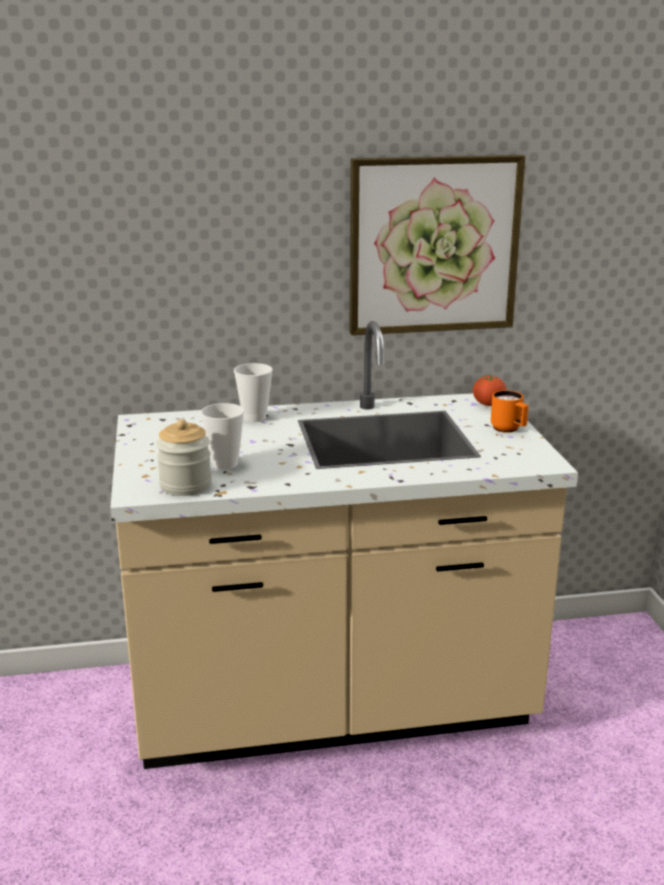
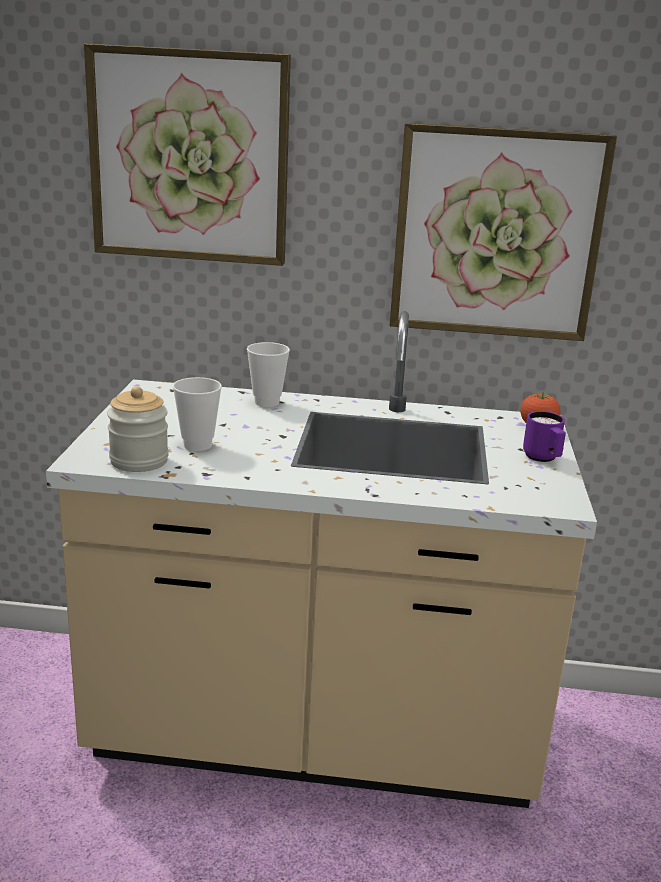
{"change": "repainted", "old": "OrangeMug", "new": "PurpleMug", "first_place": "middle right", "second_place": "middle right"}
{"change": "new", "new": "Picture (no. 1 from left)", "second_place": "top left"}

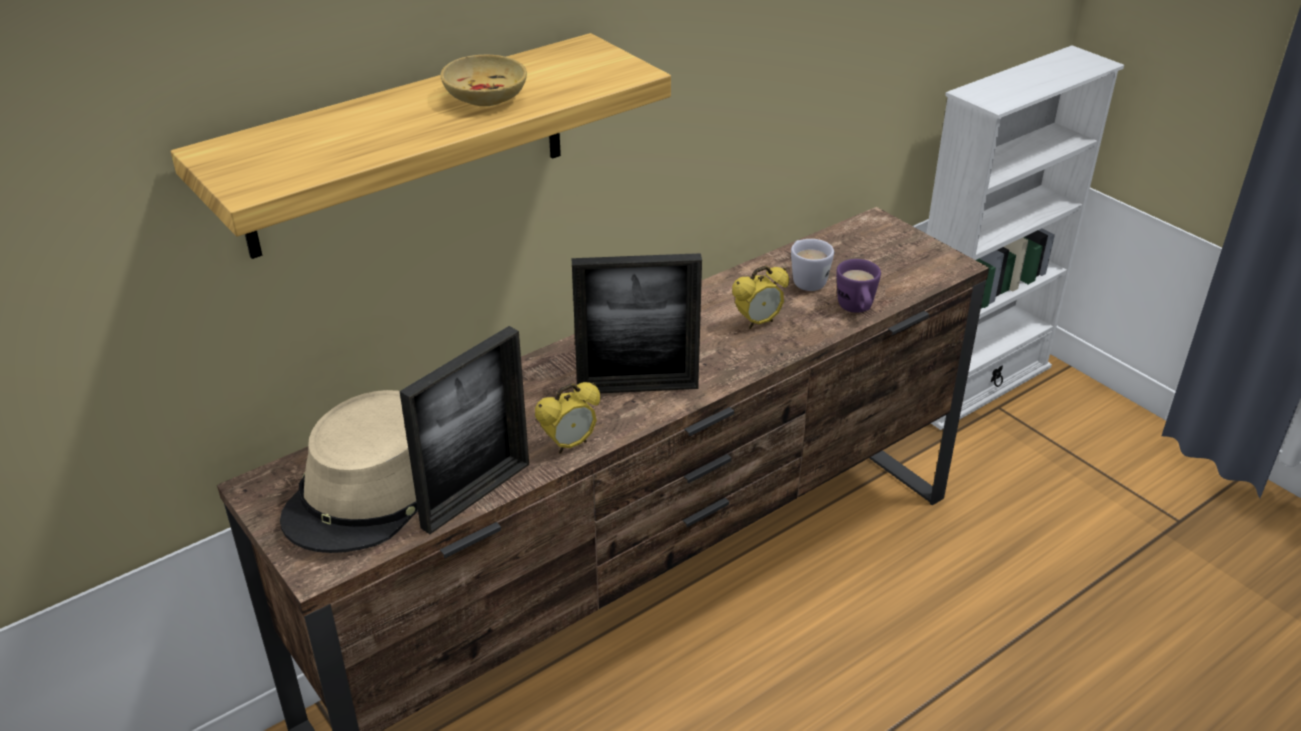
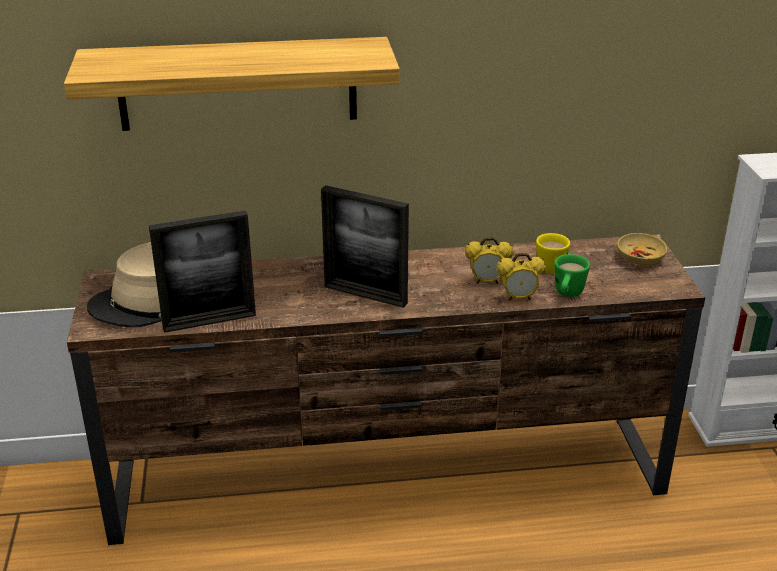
{"change": "shifted", "old": "BeigeBowl", "first_place": "top centre", "second_place": "middle right"}
{"change": "shifted", "old": "AlarmClock (no. 1 from left in the first image)", "new": "AlarmClock (no. 2 from left)", "first_place": "centre", "second_place": "middle right"}
{"change": "repainted", "old": "WhiteMug", "new": "YellowMug", "first_place": "centre", "second_place": "middle right"}
{"change": "repainted", "old": "PurpleMug", "new": "GreenMug", "first_place": "centre", "second_place": "middle right"}

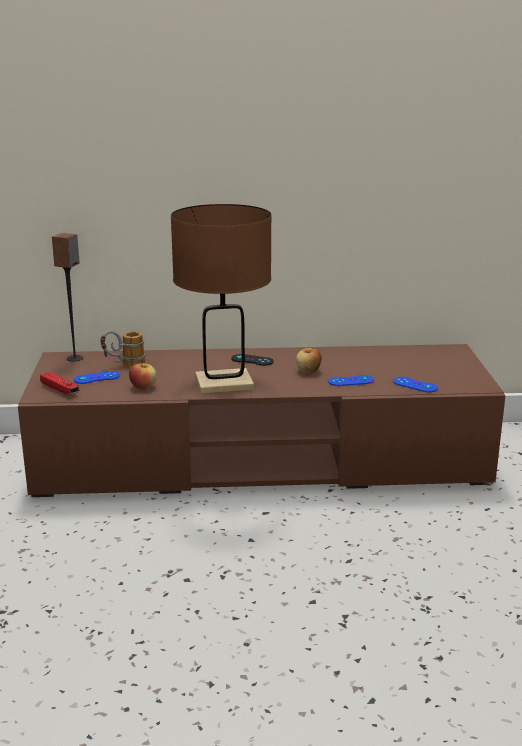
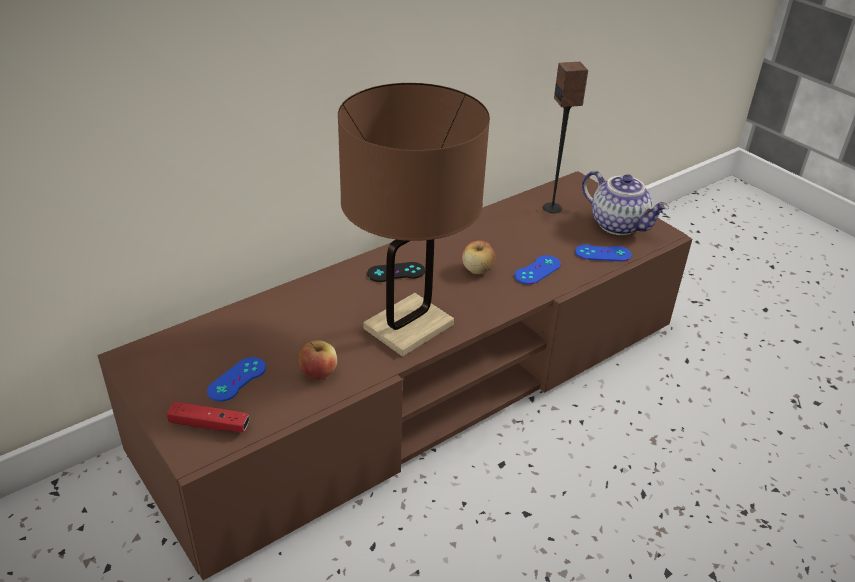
{"change": "shifted", "old": "Speaker", "first_place": "middle left", "second_place": "top centre"}
{"change": "gone", "old": "Mug", "first_place": "middle left"}
{"change": "new", "new": "Teapot", "second_place": "middle right"}

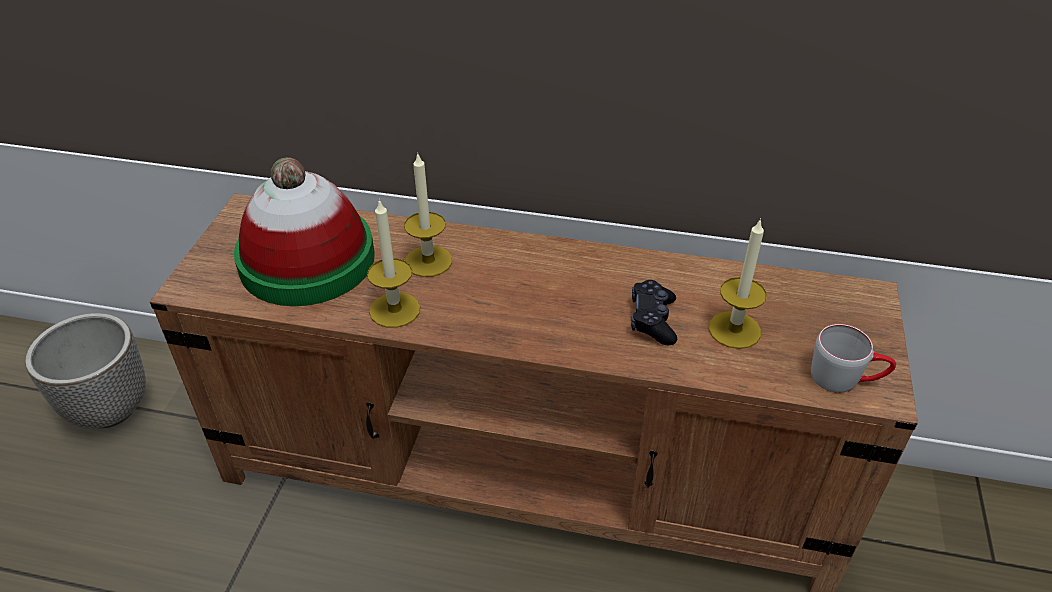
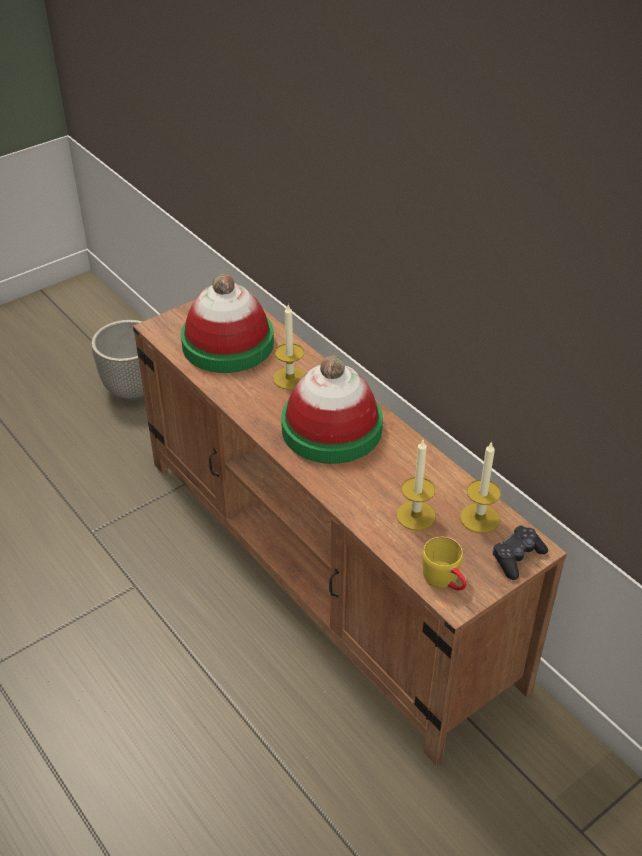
{"change": "shifted", "old": "Candle (no. 1 from left in the first image)", "new": "Candle (no. 3 from left)", "first_place": "centre", "second_place": "middle right"}
{"change": "shifted", "old": "BlackGameController", "first_place": "centre", "second_place": "middle right"}
{"change": "repainted", "old": "GreyMug", "new": "YellowMug", "first_place": "middle right", "second_place": "middle right"}
{"change": "new", "new": "Hat (no. 2 from left)", "second_place": "centre"}

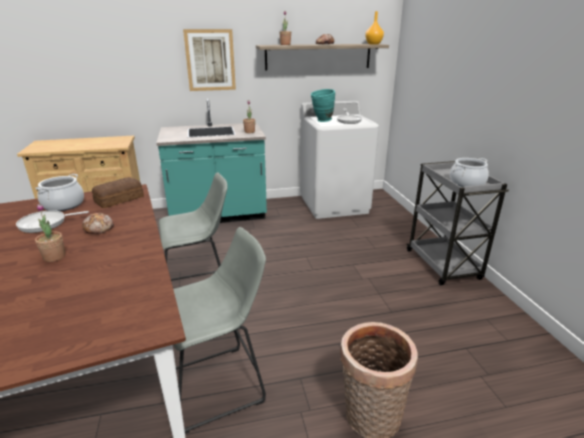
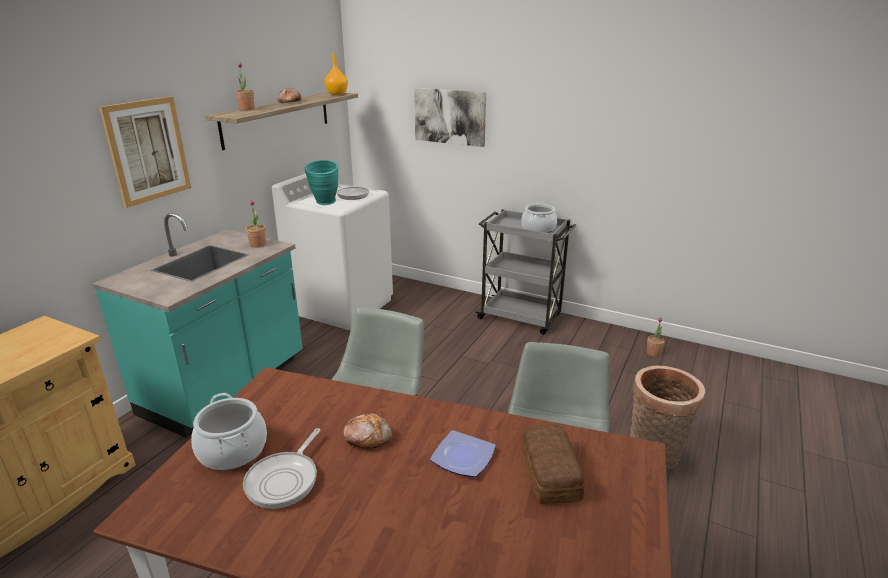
{"change": "shifted", "old": "PottedPlant (no. 1 from left in the first image)", "new": "PottedPlant (no. 3 from left)", "first_place": "middle left", "second_place": "middle right"}
{"change": "shifted", "old": "Bread (no. 2 from left in the first image)", "new": "Bread (no. 3 from left)", "first_place": "middle left", "second_place": "bottom centre"}
{"change": "new", "new": "Picture (no. 2 from left)", "second_place": "top centre"}
{"change": "new", "new": "Plate", "second_place": "bottom centre"}

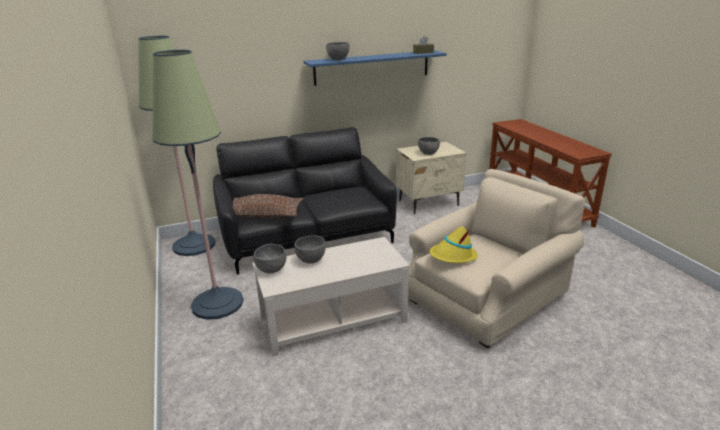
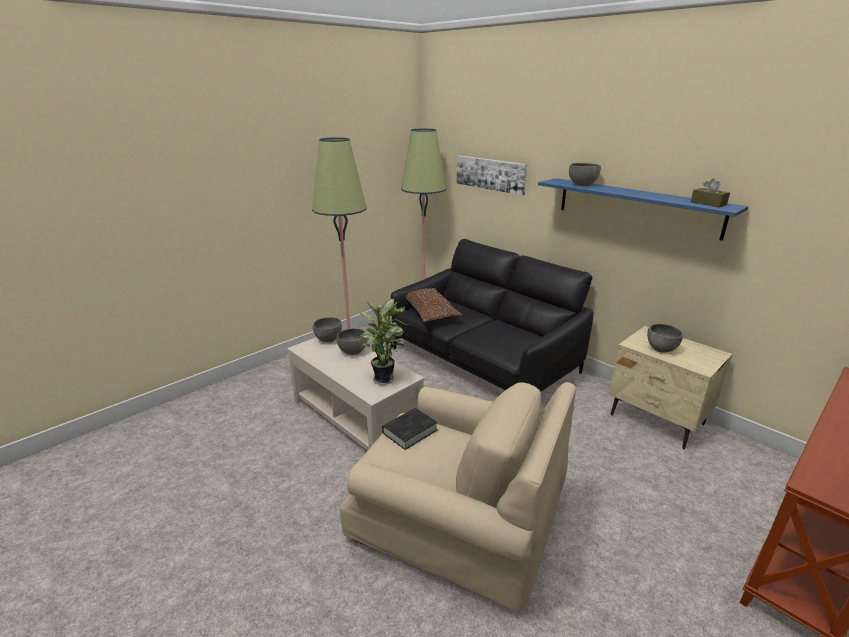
{"change": "swapped", "old": "YellowHat", "new": "BlackBook", "first_place": "centre", "second_place": "bottom centre"}
{"change": "new", "new": "PottedPlant", "second_place": "centre"}
{"change": "new", "new": "Picture", "second_place": "top centre"}

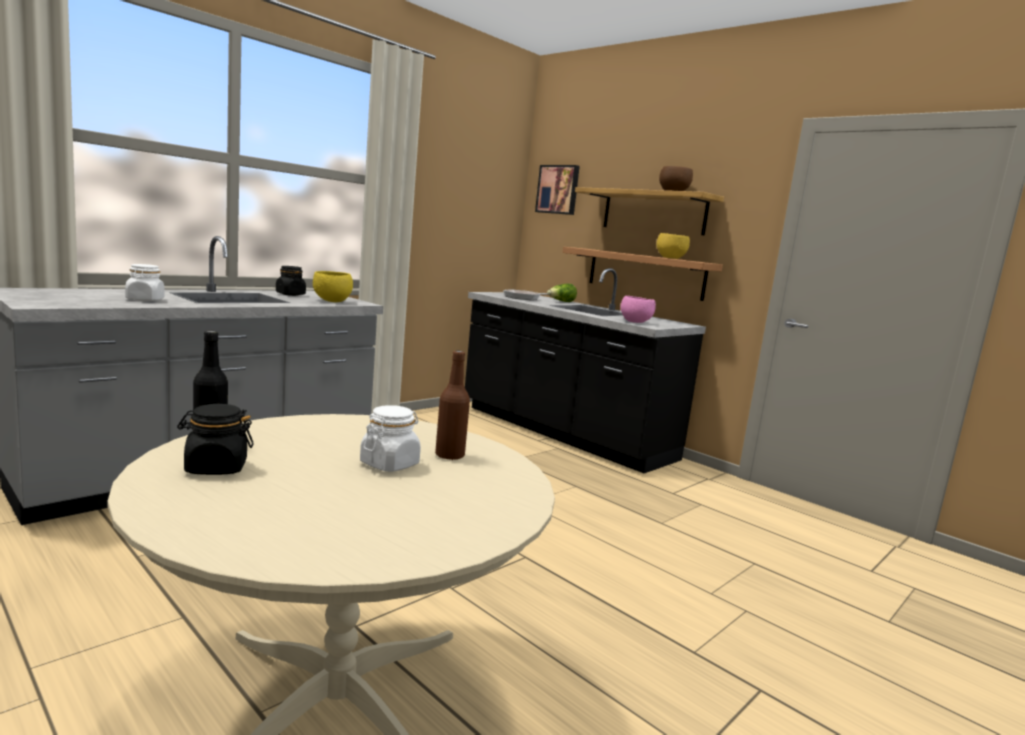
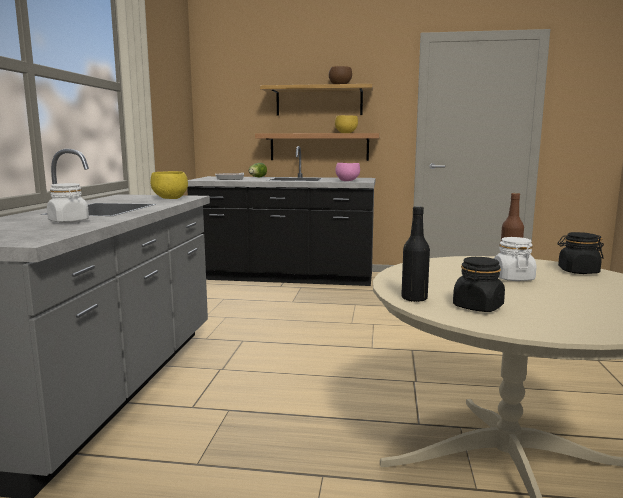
{"change": "shifted", "old": "BlackJar (no. 2 from left)", "first_place": "middle left", "second_place": "middle right"}
{"change": "gone", "old": "Picture", "first_place": "top centre"}

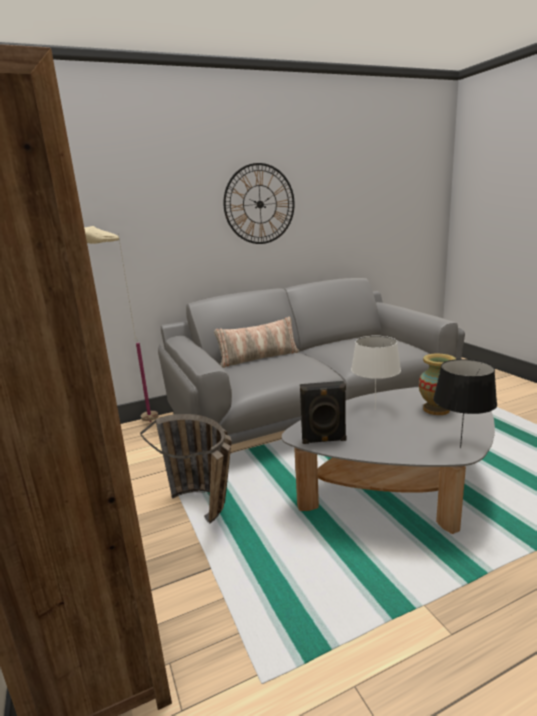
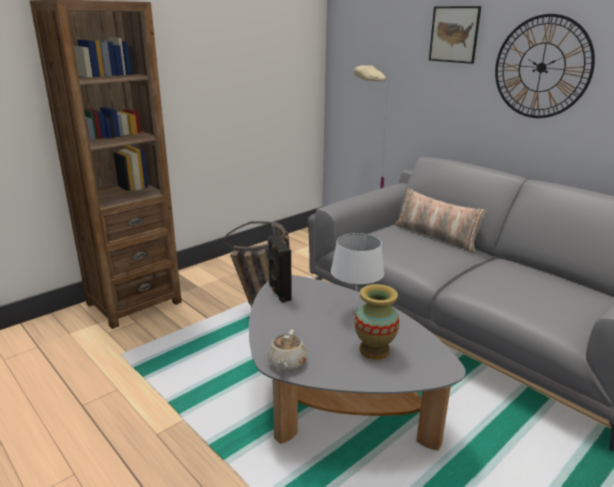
{"change": "swapped", "old": "BlackTableLamp", "new": "BeigeTeapot", "first_place": "middle right", "second_place": "bottom centre"}
{"change": "new", "new": "Picture", "second_place": "top right"}

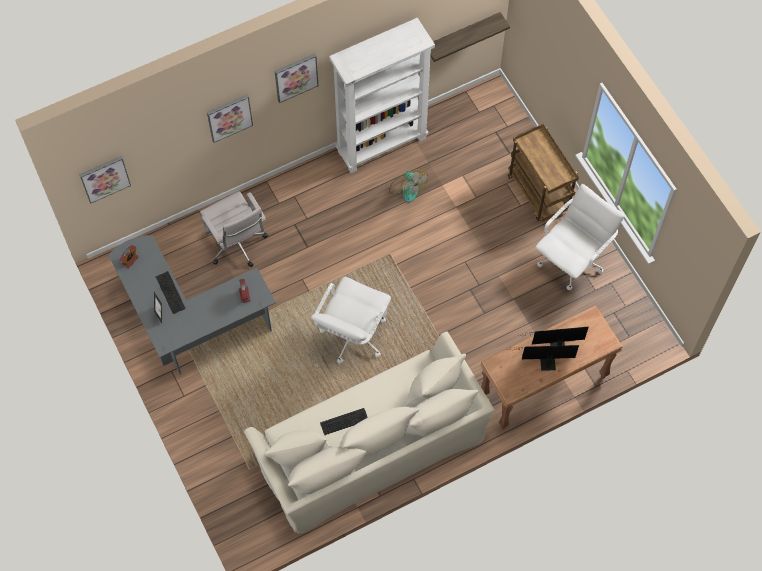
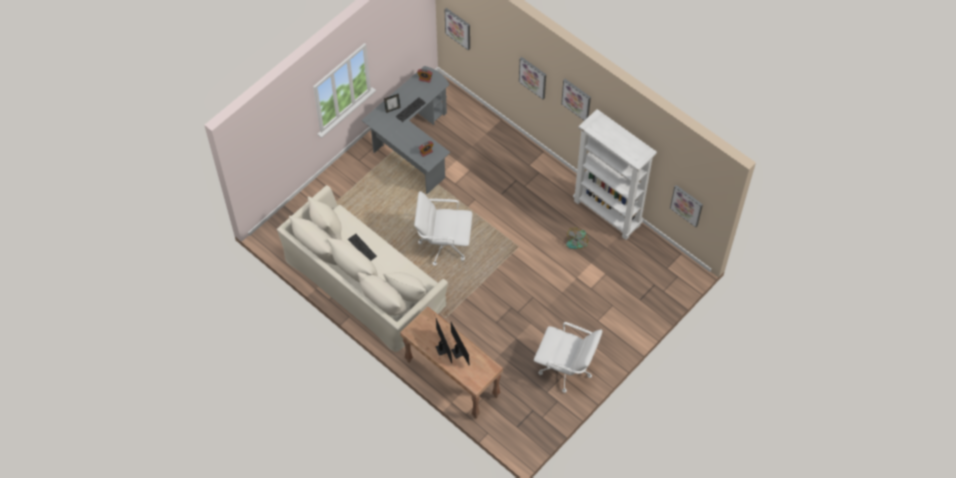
{"change": "gone", "old": "WhiteOfficeChair (no. 1 from left)", "first_place": "middle left"}
{"change": "swapped", "old": "Shelf", "new": "Picture (no. 4 from left)", "first_place": "top centre", "second_place": "middle right"}
{"change": "gone", "old": "BrownCart", "first_place": "top right"}

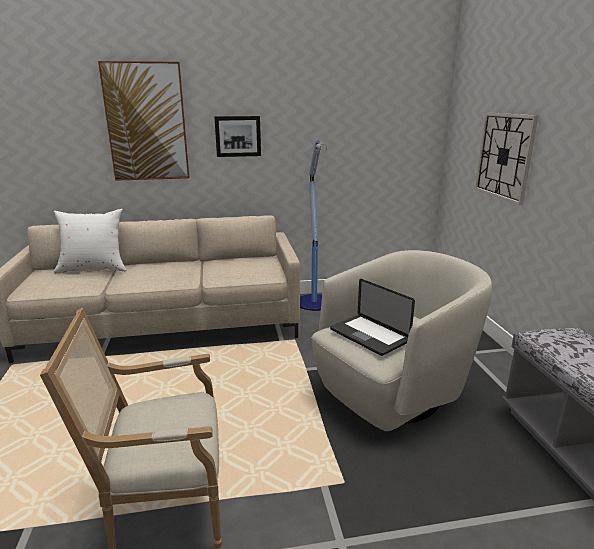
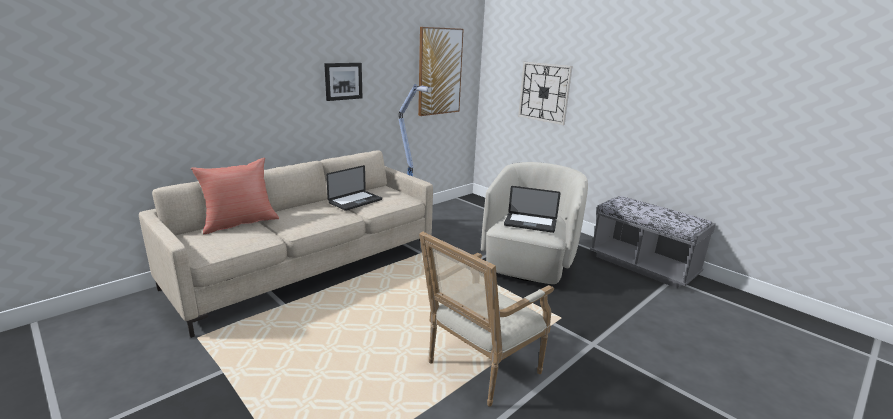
{"change": "repainted", "old": "WhitePillow", "new": "RedPillow", "first_place": "middle left", "second_place": "middle left"}
{"change": "shifted", "old": "Picture (no. 1 from left in the first image)", "new": "Picture (no. 2 from left)", "first_place": "top left", "second_place": "top centre"}
{"change": "new", "new": "Laptop (no. 1 from left)", "second_place": "centre"}

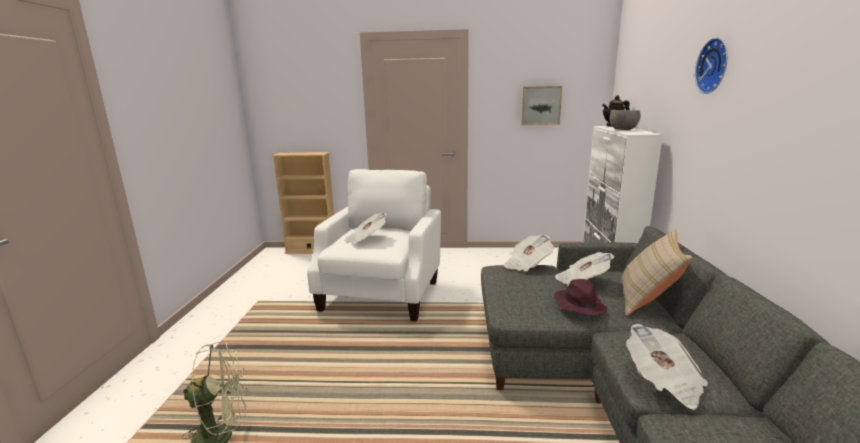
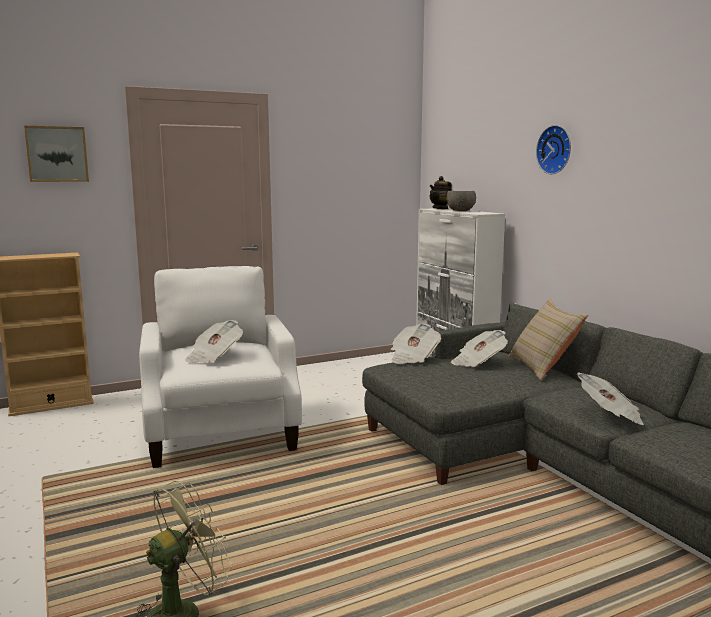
{"change": "shifted", "old": "Picture", "first_place": "top centre", "second_place": "top left"}
{"change": "gone", "old": "PurpleHat", "first_place": "bottom right"}

